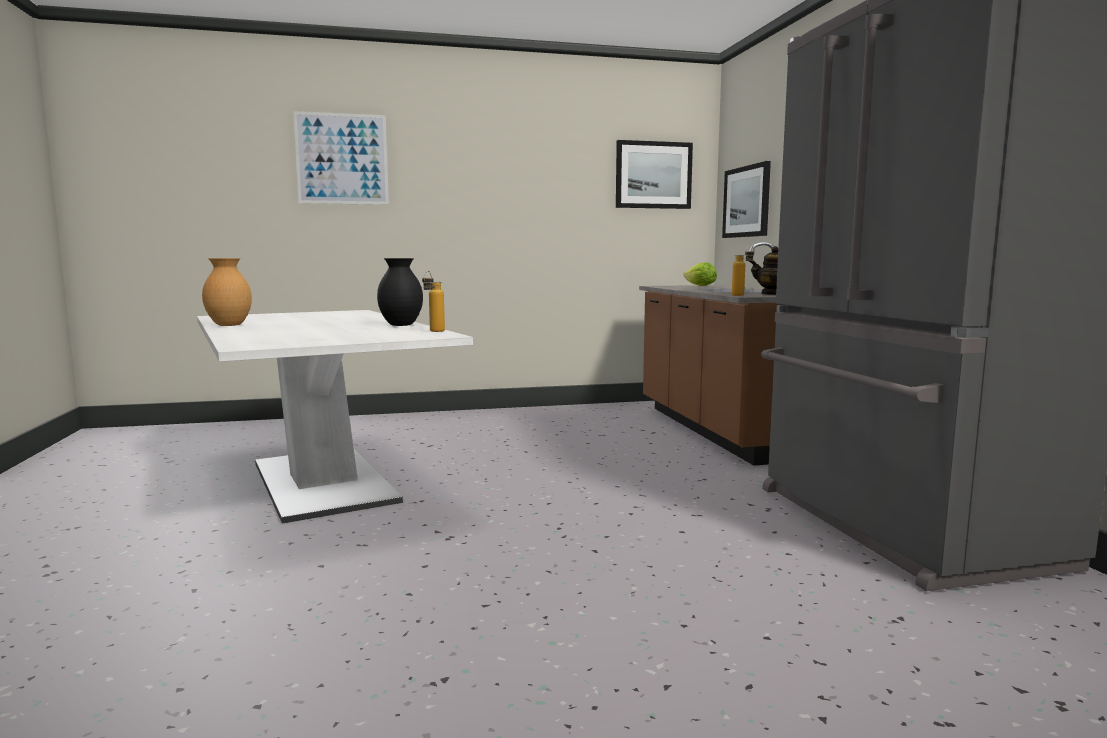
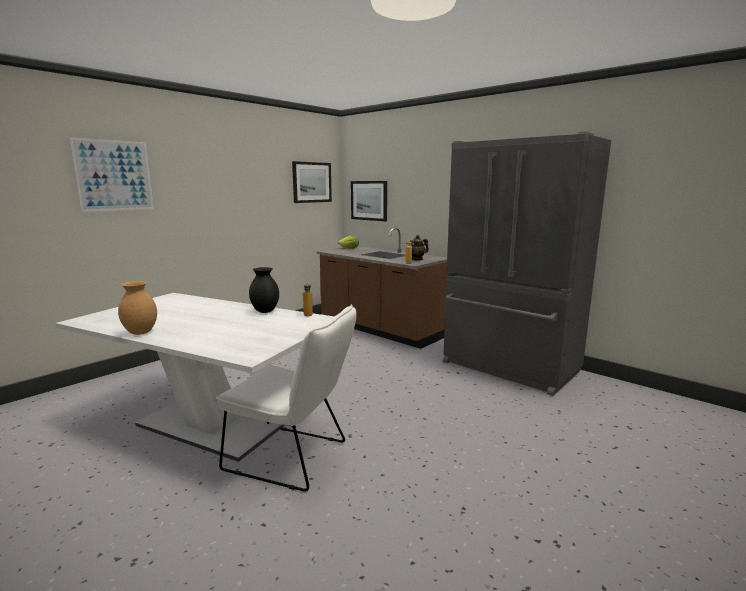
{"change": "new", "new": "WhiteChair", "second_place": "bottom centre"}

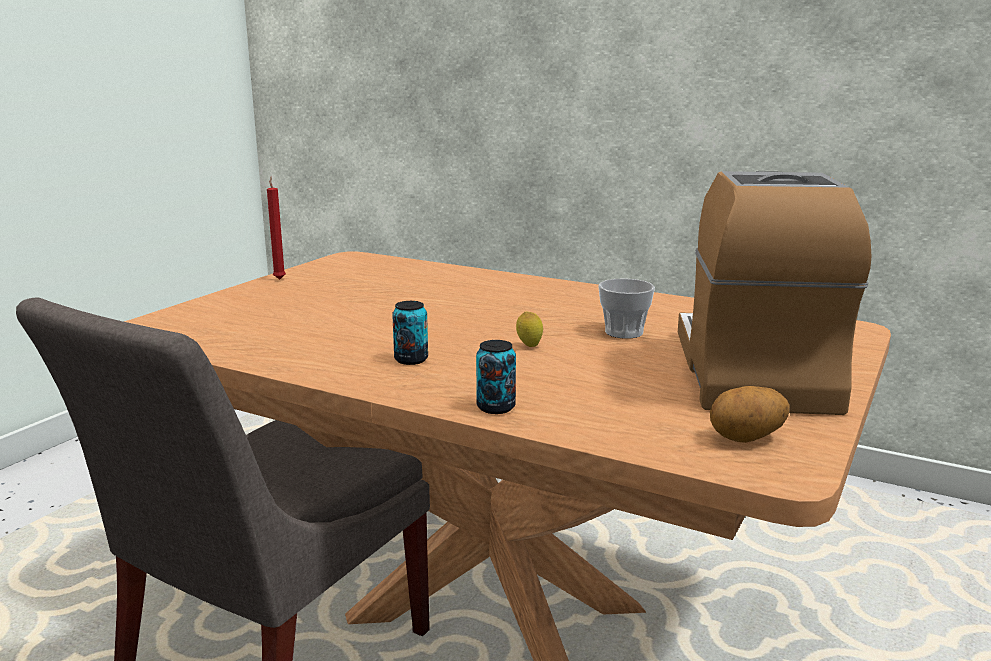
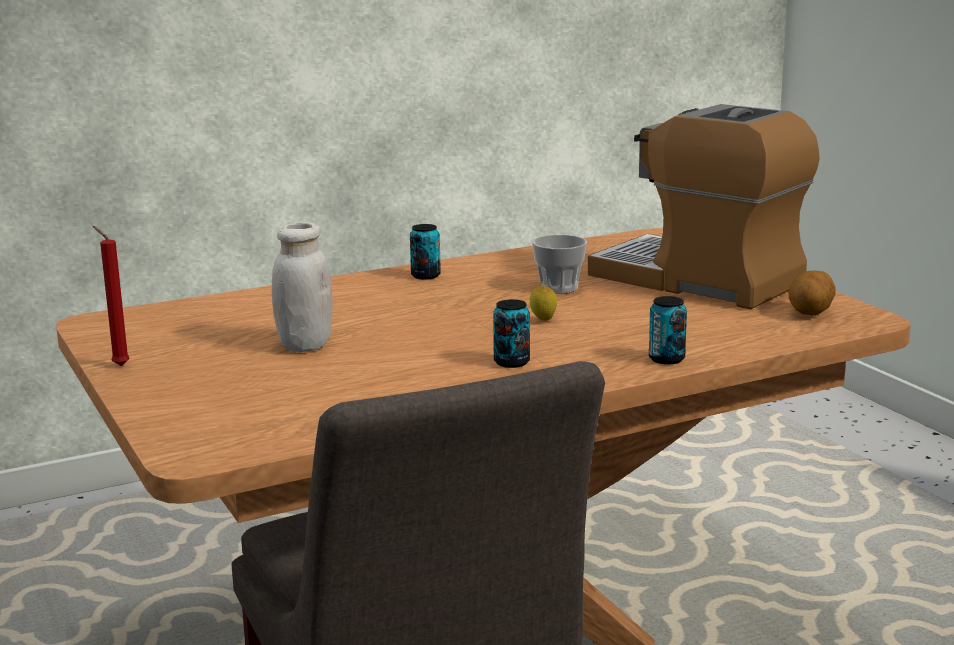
{"change": "new", "new": "WhiteJar", "second_place": "middle left"}
{"change": "new", "new": "Can (no. 1 from left)", "second_place": "centre"}

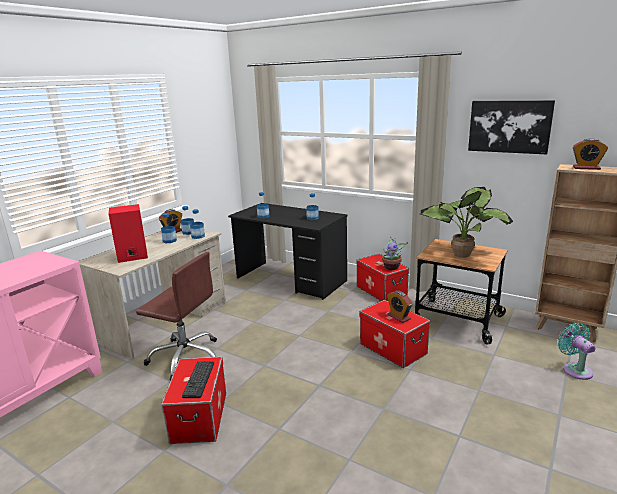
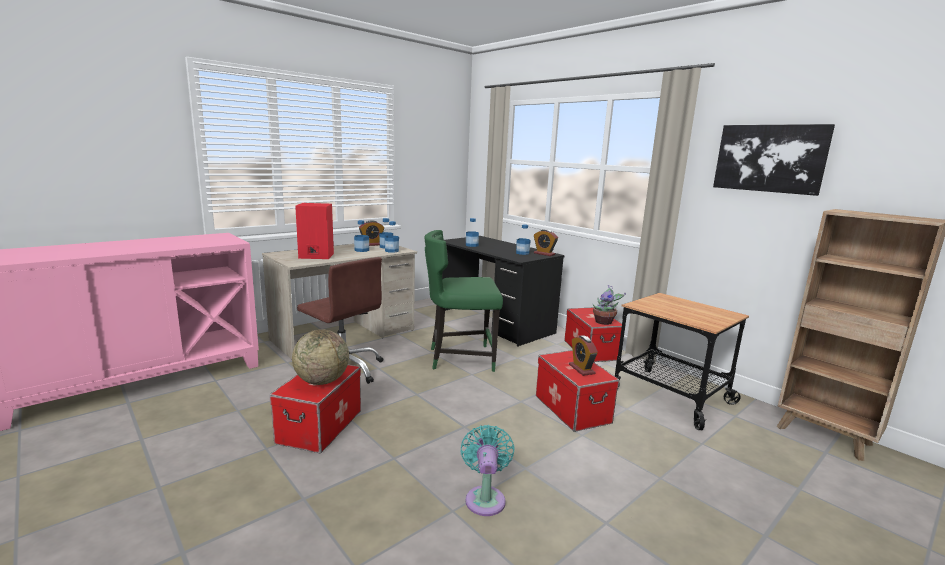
{"change": "swapped", "old": "Keyboard", "new": "Globe", "first_place": "bottom left", "second_place": "centre"}
{"change": "gone", "old": "PottedPlant (no. 2 from left)", "first_place": "middle right"}
{"change": "shifted", "old": "TurquoiseFan", "first_place": "bottom right", "second_place": "bottom centre"}
{"change": "shifted", "old": "AlarmClock (no. 3 from left in the first image)", "new": "AlarmClock (no. 2 from left)", "first_place": "top right", "second_place": "centre"}
{"change": "new", "new": "GreenChair", "second_place": "centre"}

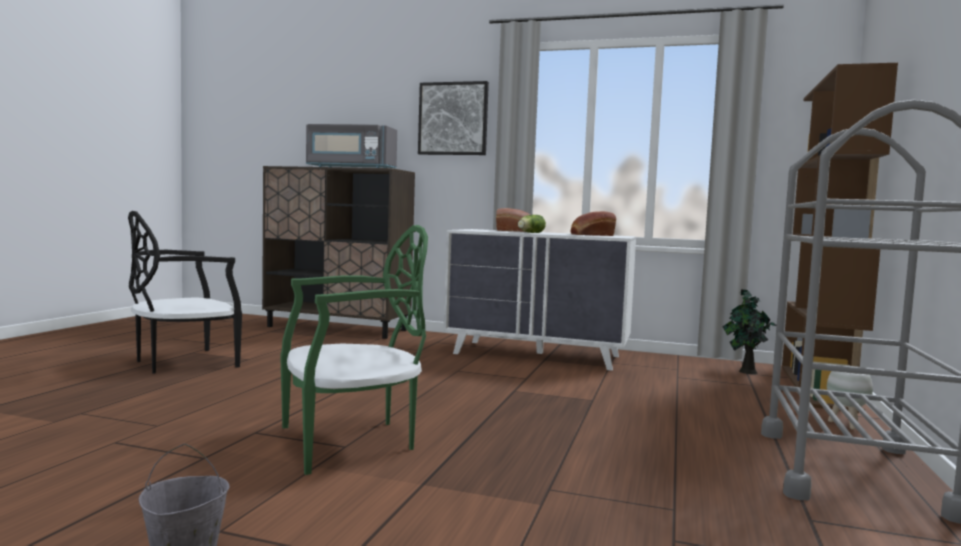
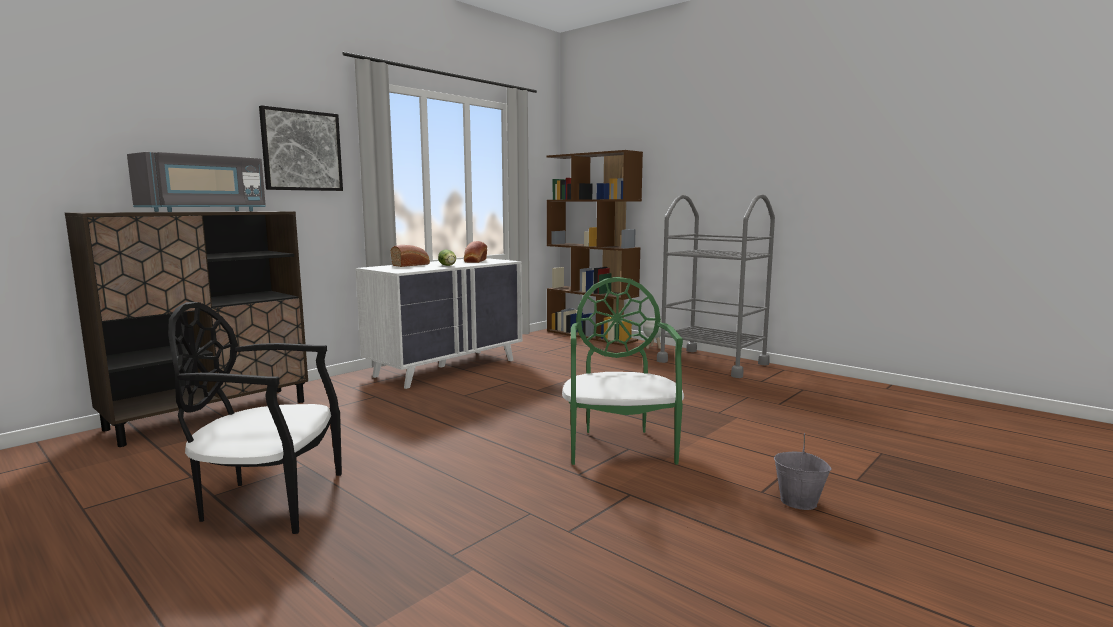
{"change": "rotated", "old": "BlackChair", "first_place": "middle left", "second_place": "bottom left", "degrees": 105}
{"change": "gone", "old": "PottedPlant", "first_place": "middle right"}

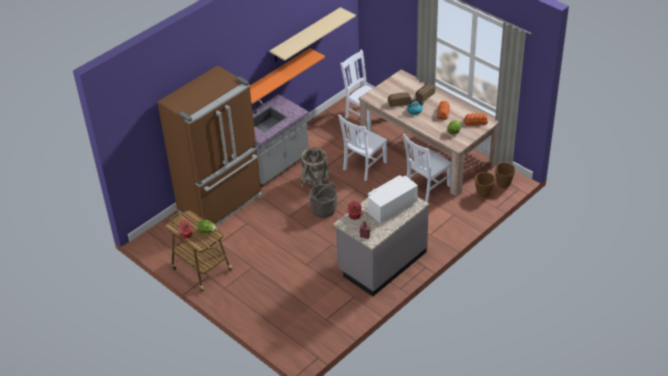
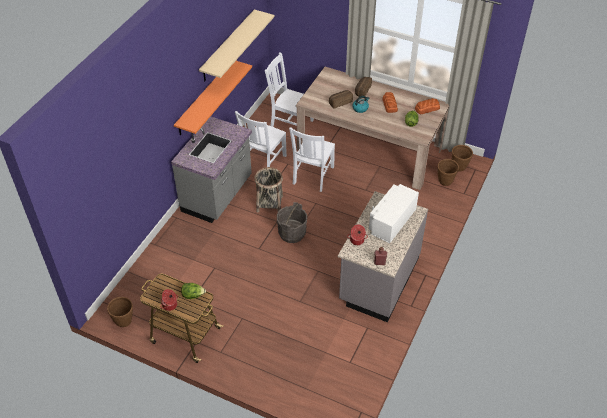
{"change": "gone", "old": "BrownFridge", "first_place": "middle left"}
{"change": "shifted", "old": "WhiteChair (no. 3 from left in the first image)", "new": "WhiteChair (no. 1 from left)", "first_place": "centre", "second_place": "top centre"}
{"change": "new", "new": "BrownPlanter (no. 1 from left)", "second_place": "bottom left"}

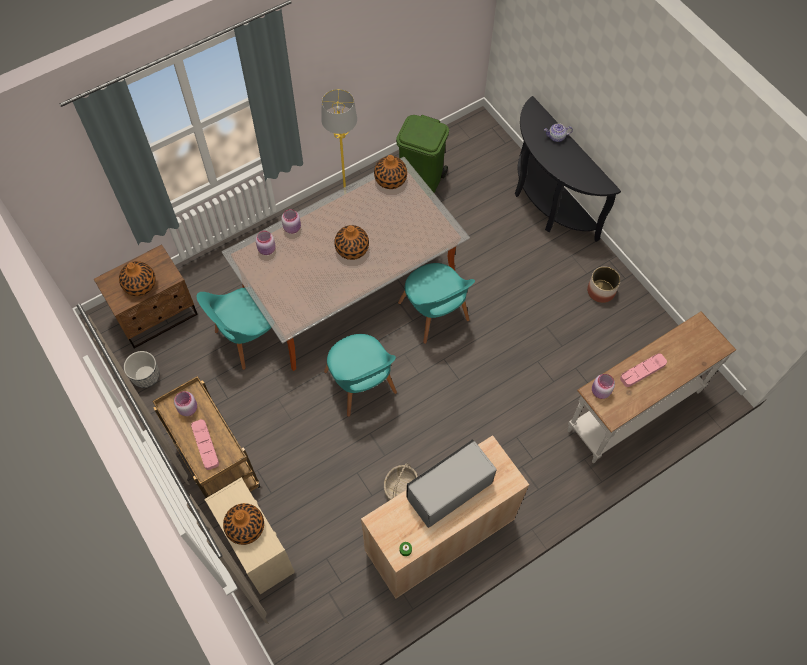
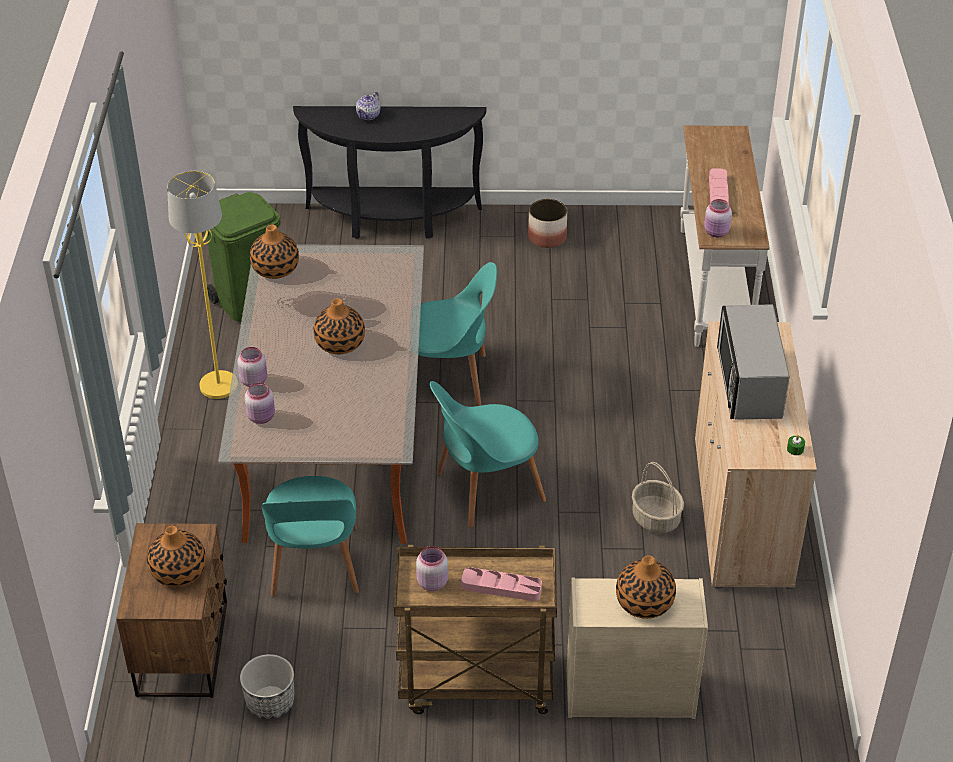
{"change": "rotated", "old": "TurquoiseChair (no. 2 from left in the first image)", "first_place": "centre", "second_place": "centre", "degrees": 150}

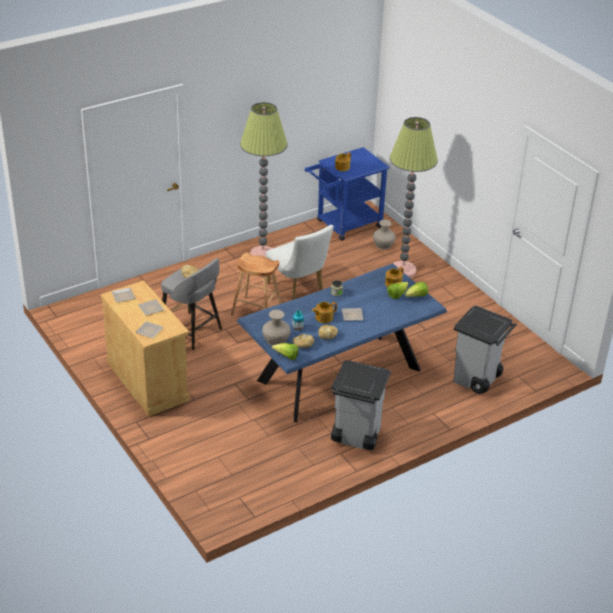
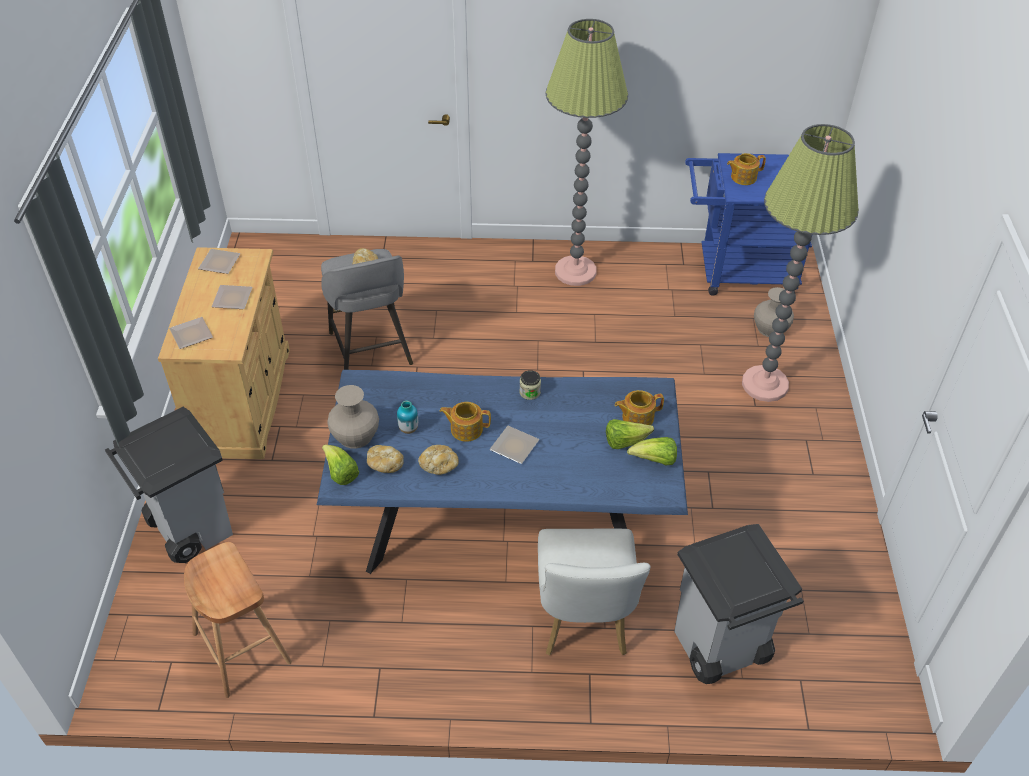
{"change": "shifted", "old": "BrownStool", "first_place": "centre", "second_place": "bottom left"}
{"change": "shifted", "old": "WhiteChair", "first_place": "centre", "second_place": "bottom centre"}
{"change": "shifted", "old": "GreyTrashCan (no. 1 from left)", "first_place": "centre", "second_place": "middle left"}

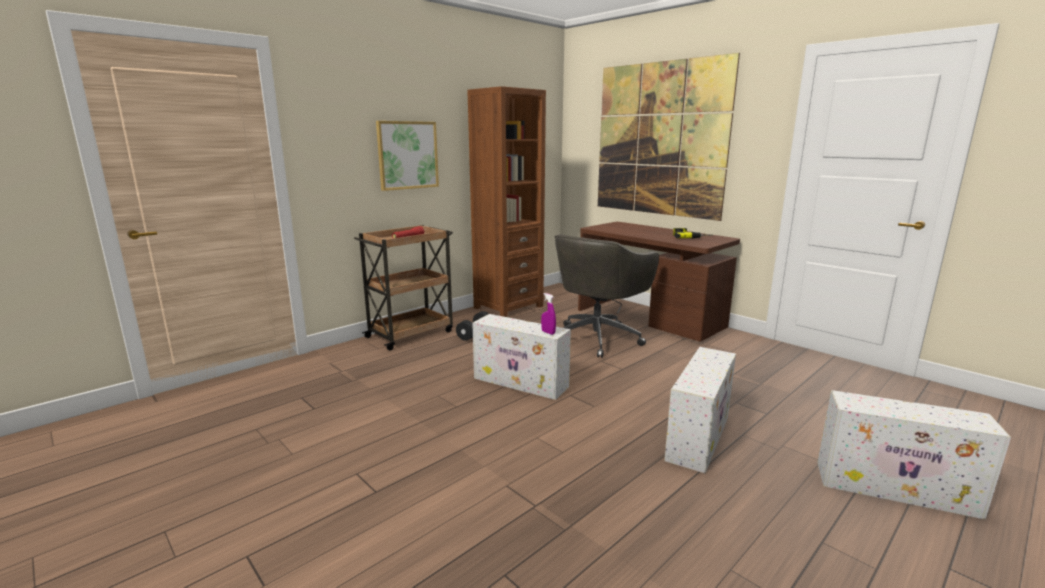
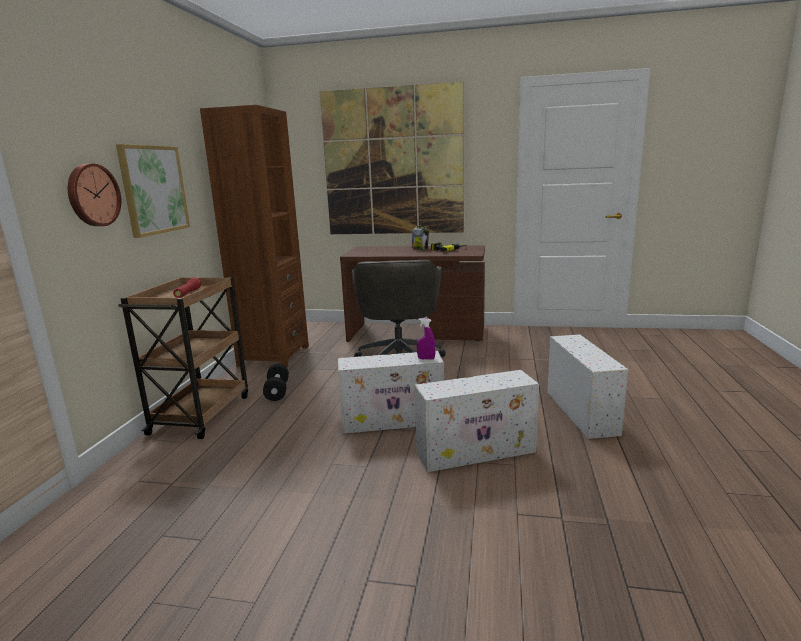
{"change": "shifted", "old": "WhiteStorageBox (no. 3 from left in the first image)", "new": "WhiteStorageBox (no. 2 from left)", "first_place": "bottom right", "second_place": "centre"}
{"change": "new", "new": "WallClock", "second_place": "top left"}
{"change": "new", "new": "Jar", "second_place": "centre"}

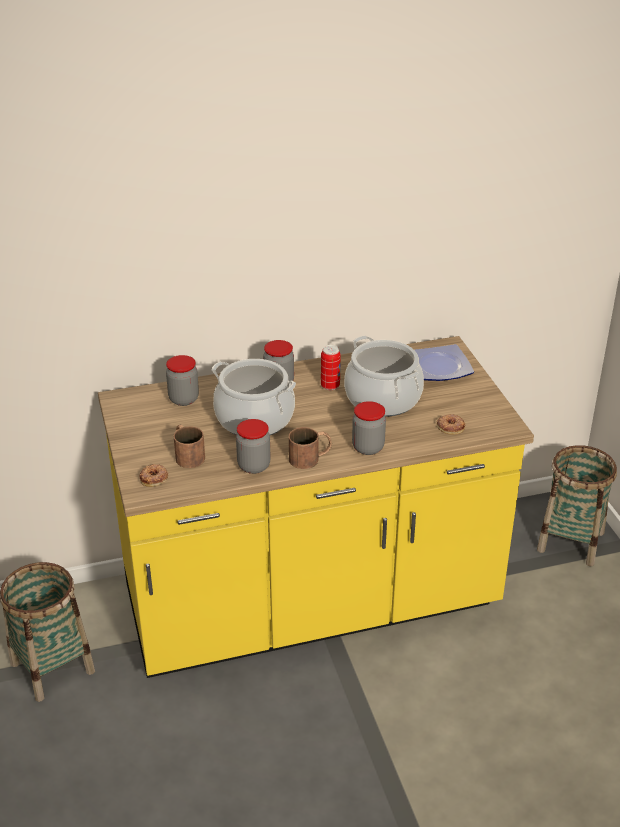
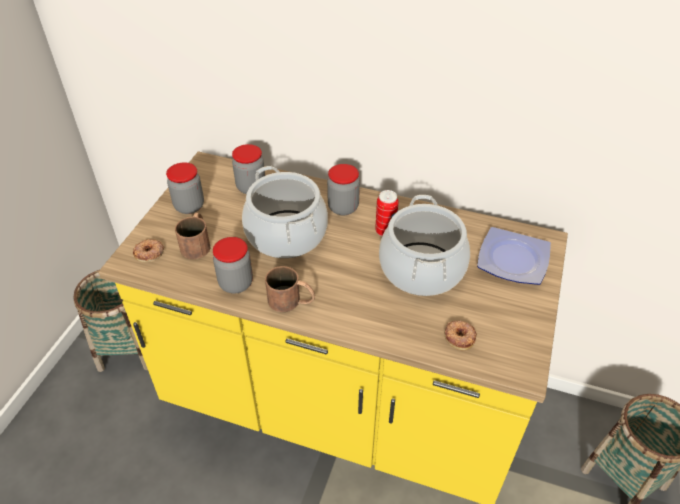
{"change": "shifted", "old": "Jar (no. 4 from left in the first image)", "new": "Jar (no. 1 from left)", "first_place": "centre", "second_place": "middle left"}

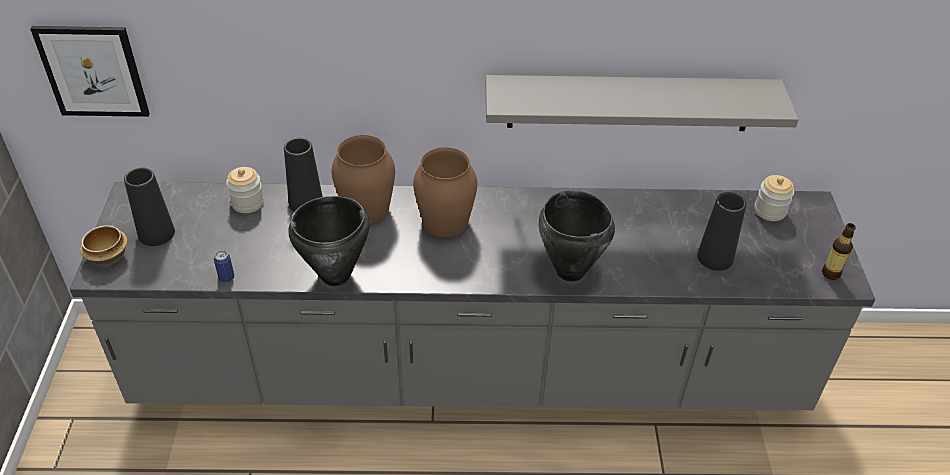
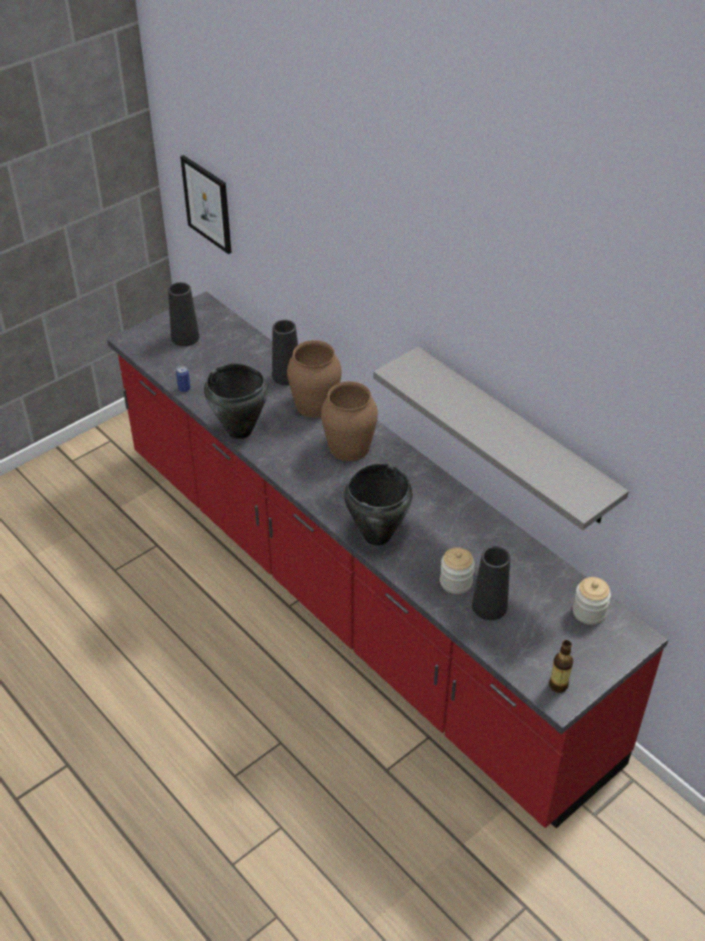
{"change": "repainted", "old": "GreyCounter", "new": "RedCounter", "first_place": "centre", "second_place": "centre"}
{"change": "gone", "old": "Bowl", "first_place": "middle left"}
{"change": "shifted", "old": "Jar (no. 1 from left)", "first_place": "middle left", "second_place": "centre"}

